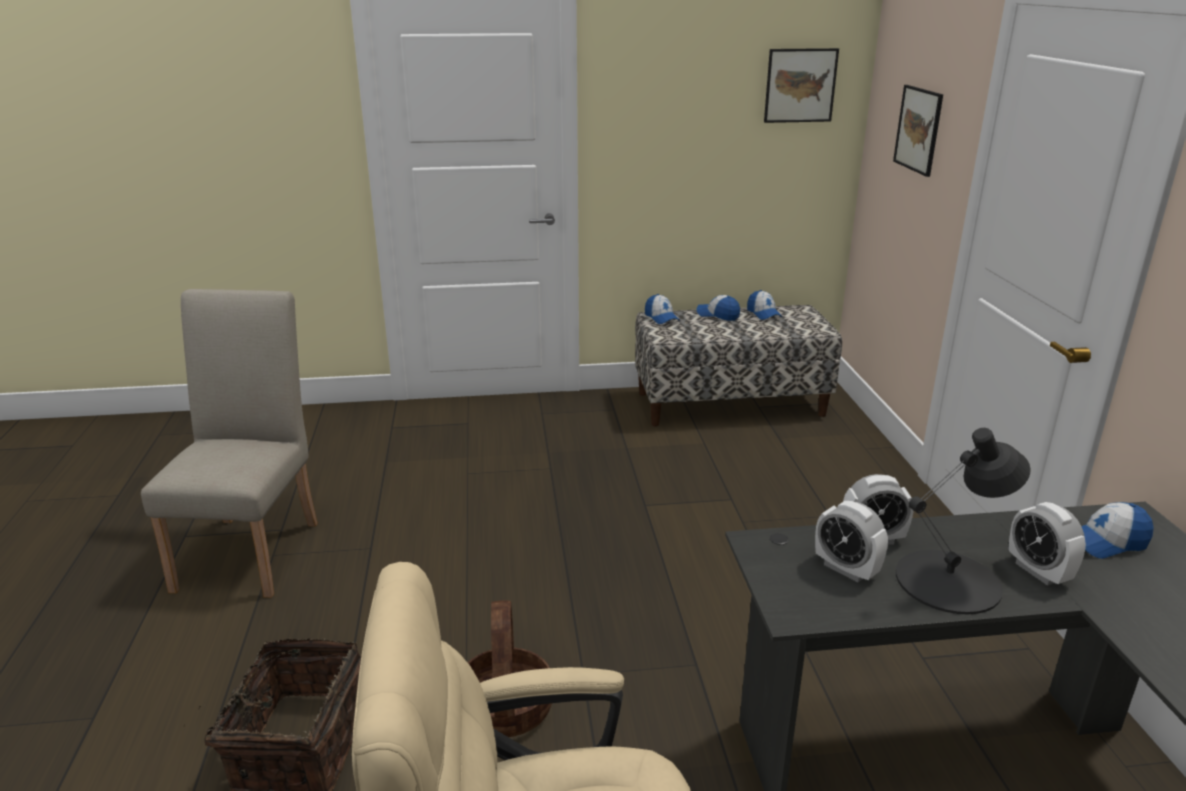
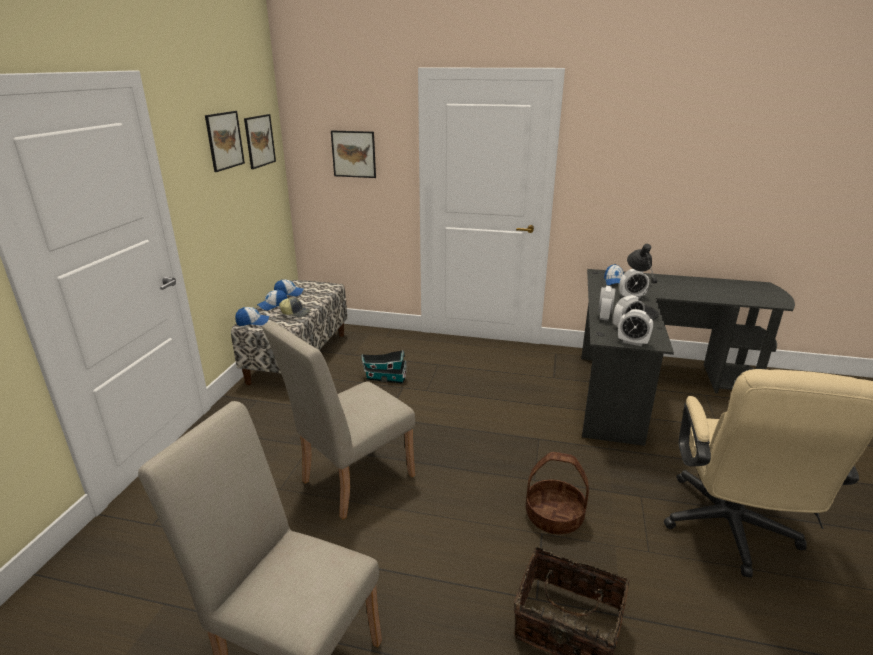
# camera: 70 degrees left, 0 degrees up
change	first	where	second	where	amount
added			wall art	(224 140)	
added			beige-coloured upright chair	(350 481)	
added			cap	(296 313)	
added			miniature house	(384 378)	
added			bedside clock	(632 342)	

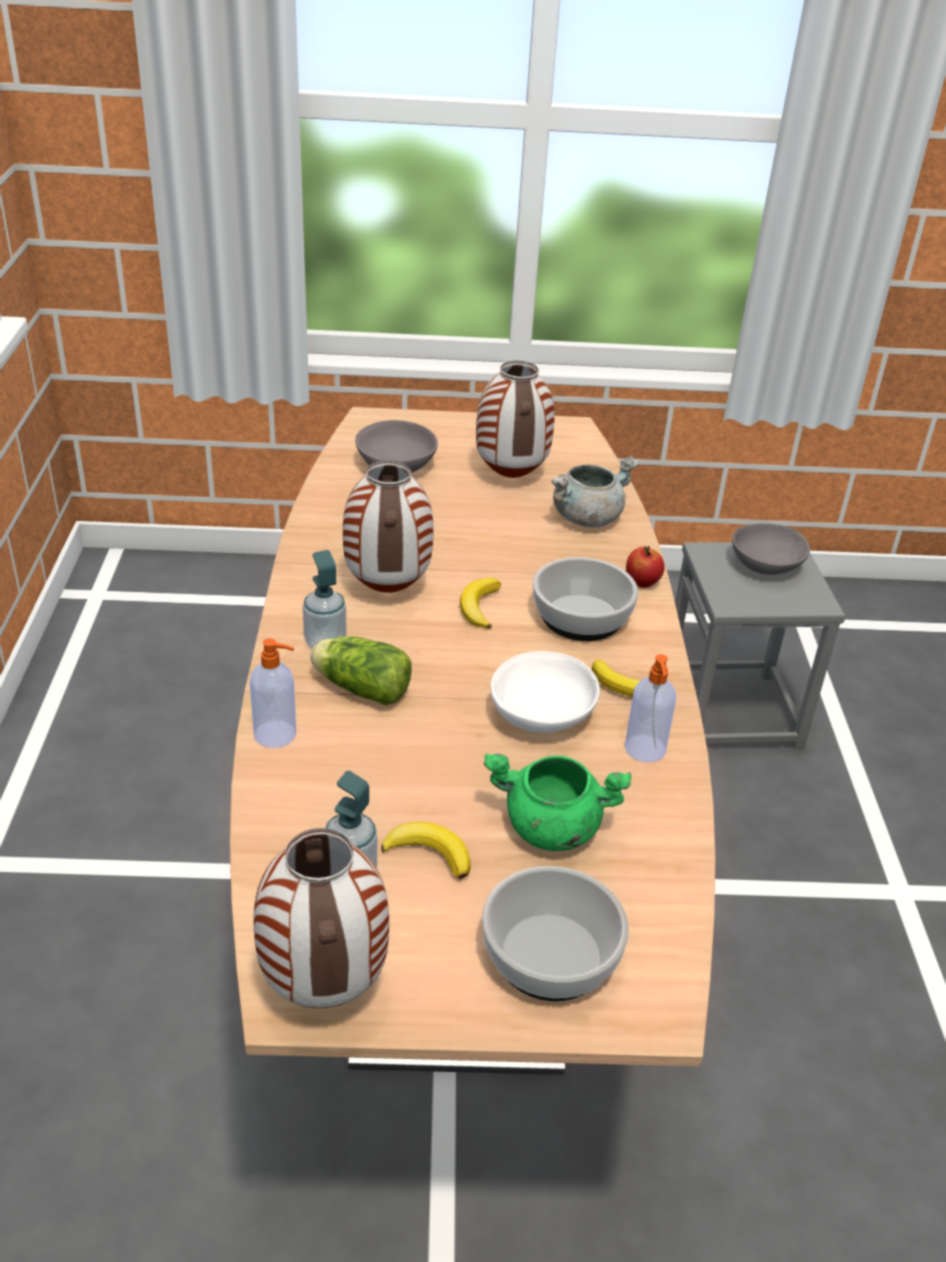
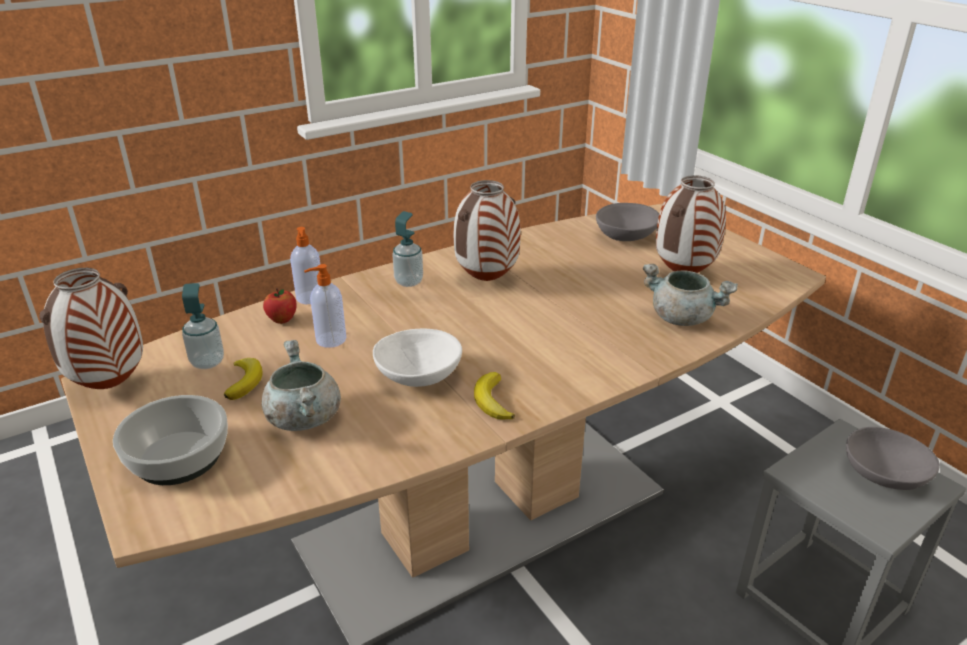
# camera: 60 degrees right, 5 degrees down
change	first	where	second	where	amount
recoloured	green-coloured stockpot	(550 828)	grey stockpot	(302 417)	
moved	whole apple	(642 583)		(282 320)	
moved	soap dispenser	(645 750)		(330 340)	
removed	head of lettuce	(359 688)			
removed	banana	(479 607)			
removed	bowl	(580 617)			

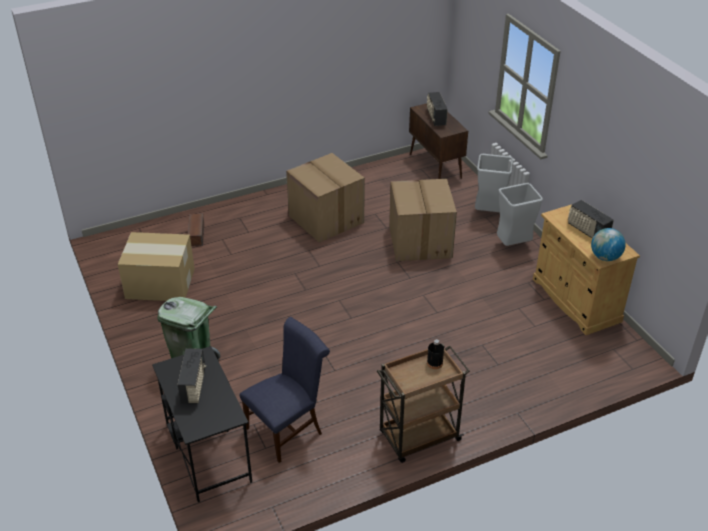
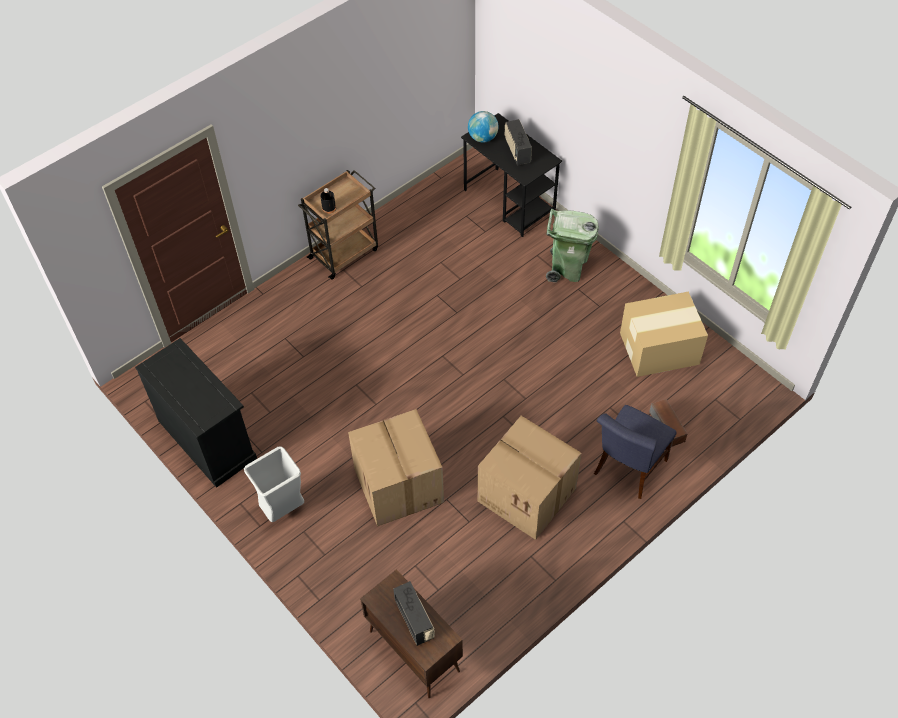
# camera: 165 degrees right, 15 degrees up
change	first	where	second	where	amount
recoloured	beige-coloured storage cabinet	(575 300)	blackish storage cabinet	(207 439)	
moved	desk globe	(605 257)		(483 138)	
moved	blue-coloured upright chair	(288 428)		(628 470)	
removed	grey rubbish bin	(489 213)			
removed	radio	(587 231)			

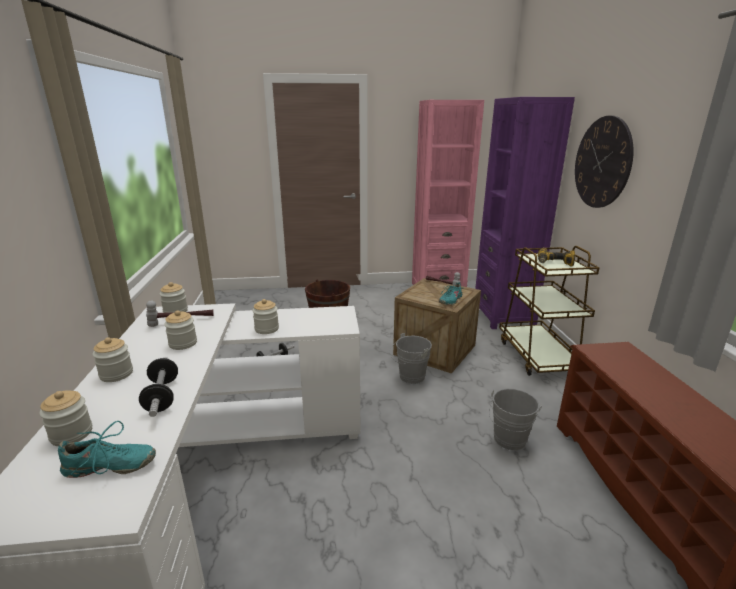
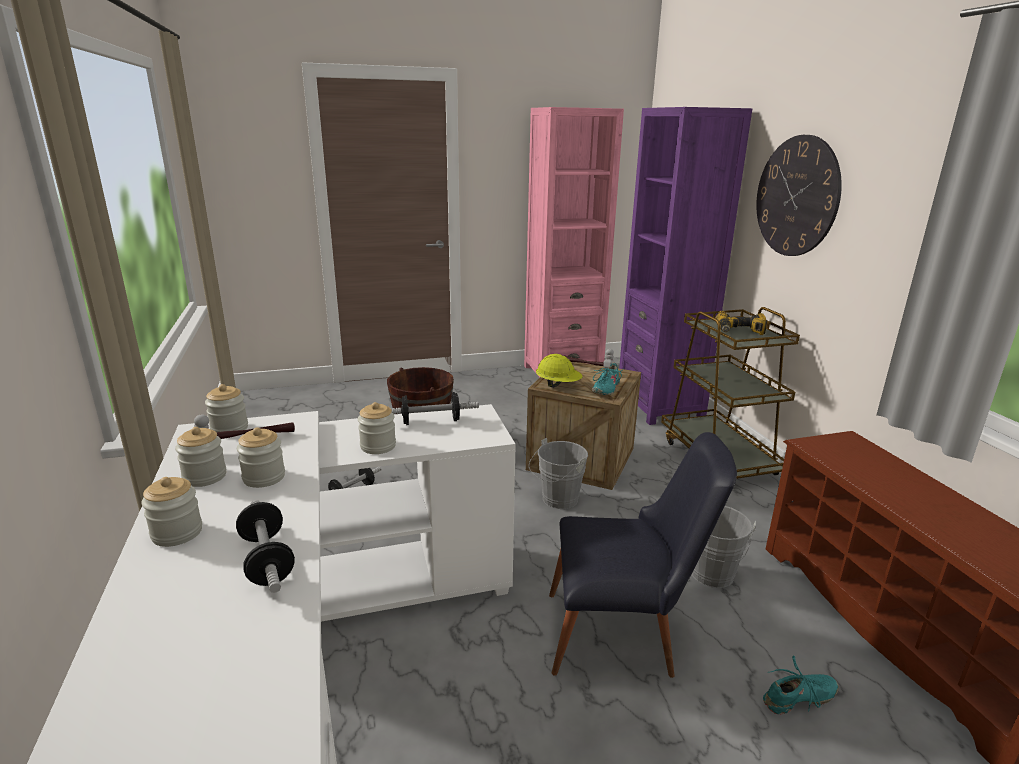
# camera: 10 degrees left, 0 degrees up
change	first	where	second	where	amount
moved	jar	(71 434)		(205 476)	
added			dumbbell	(431 421)	
added			yellow-coloured hard hat	(558 385)	
added			blackish upright chair	(623 636)	
moved	turquoise-coloured shoe	(110 467)		(799 699)	

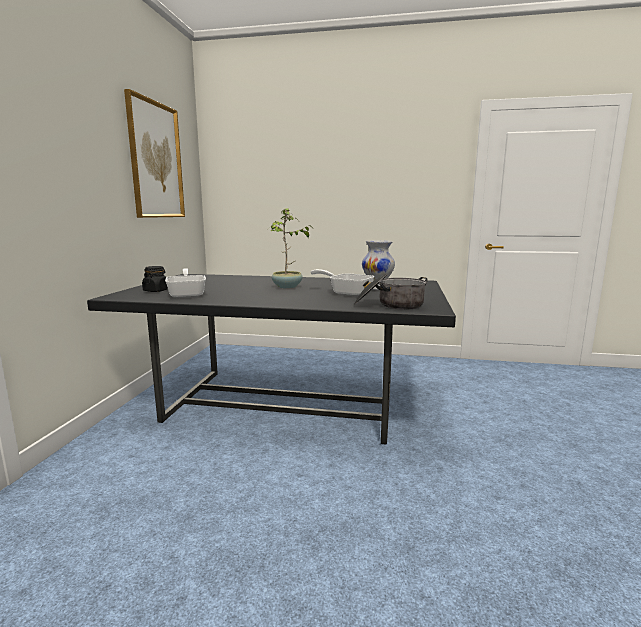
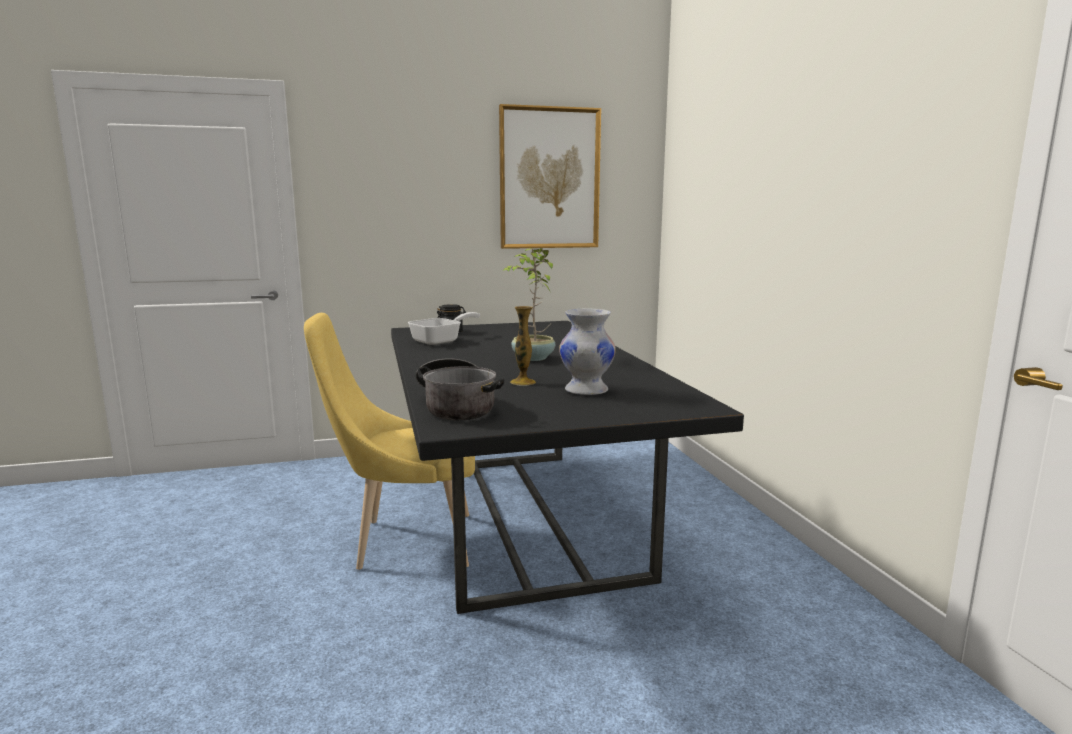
# camera: 65 degrees right, 0 degrees up
change	first	where	second	where	amount
added			yellow-coloured upright chair	(406 542)	
replaced	skillet	(346 293)	flower vase	(523 382)	

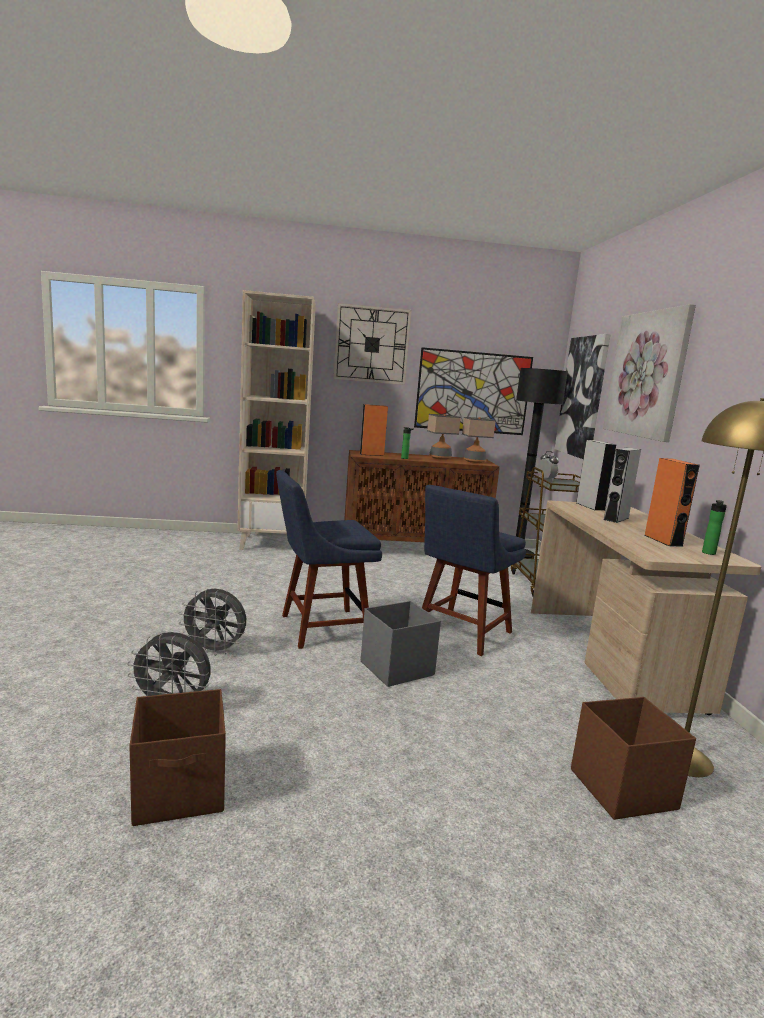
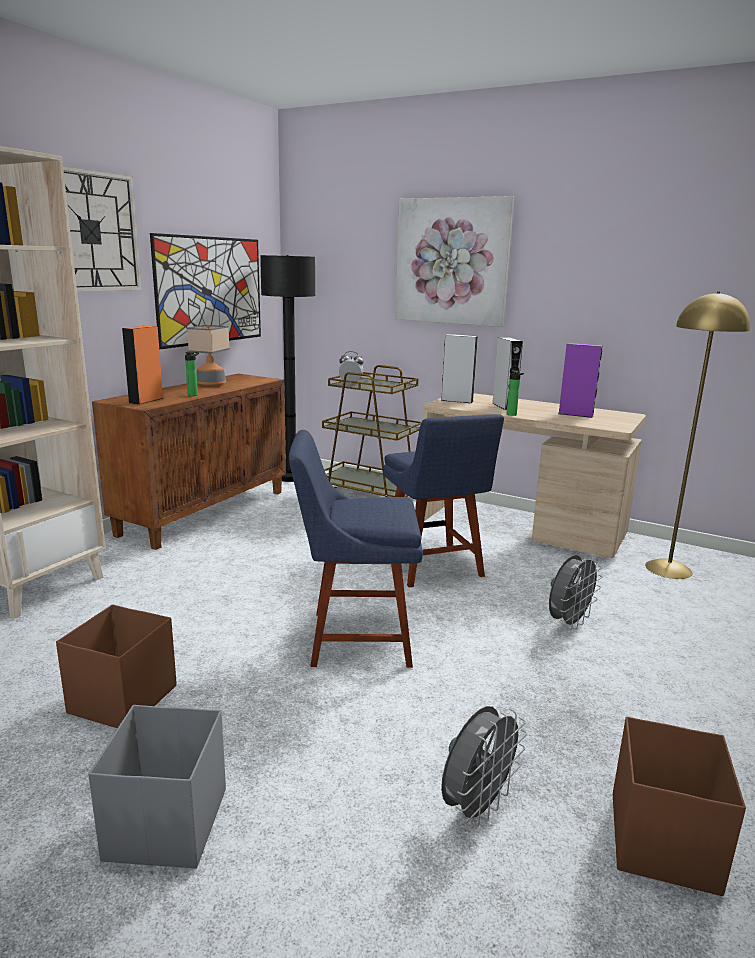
# camera: 55 degrees left, 5 degrees up
change	first	where	second	where	amount
moved	brownish storage box	(621 789)		(121 700)	
moved	grey storage box	(396 668)		(165 826)	
turned	blue-coloured upright chair	(320 628)		(353 638)	75 degrees clockwise
moved	drink bottle	(708 553)		(512 415)	
moved	grey cooling fan	(215 650)		(568 623)	
recoloured	orangey audio speaker	(663 540)	purple-coloured audio speaker	(575 414)	
removed	table lamp	(474 461)			
removed	wall art	(582 396)			

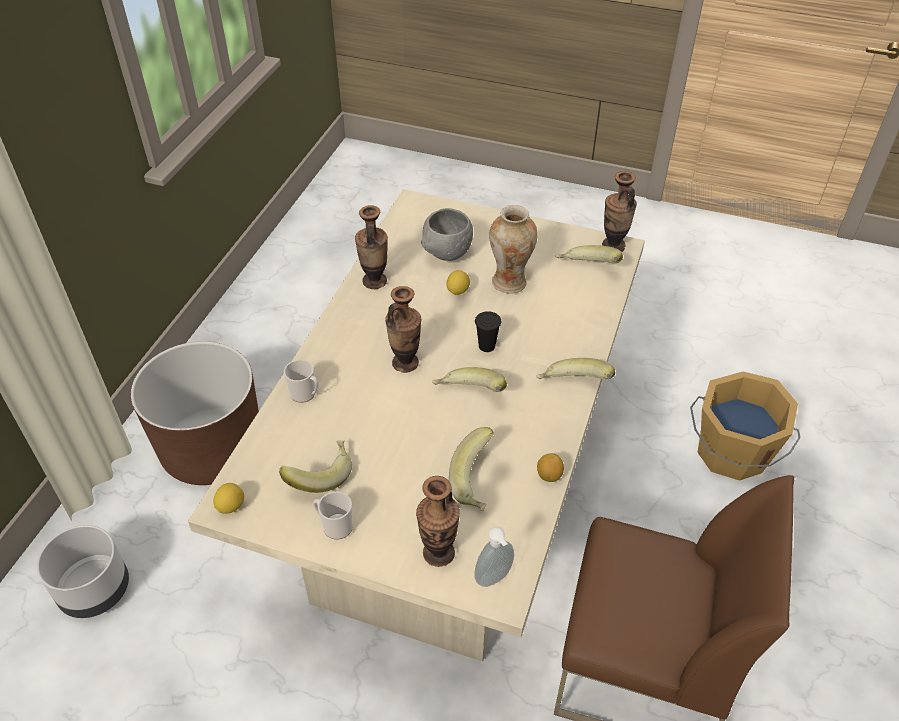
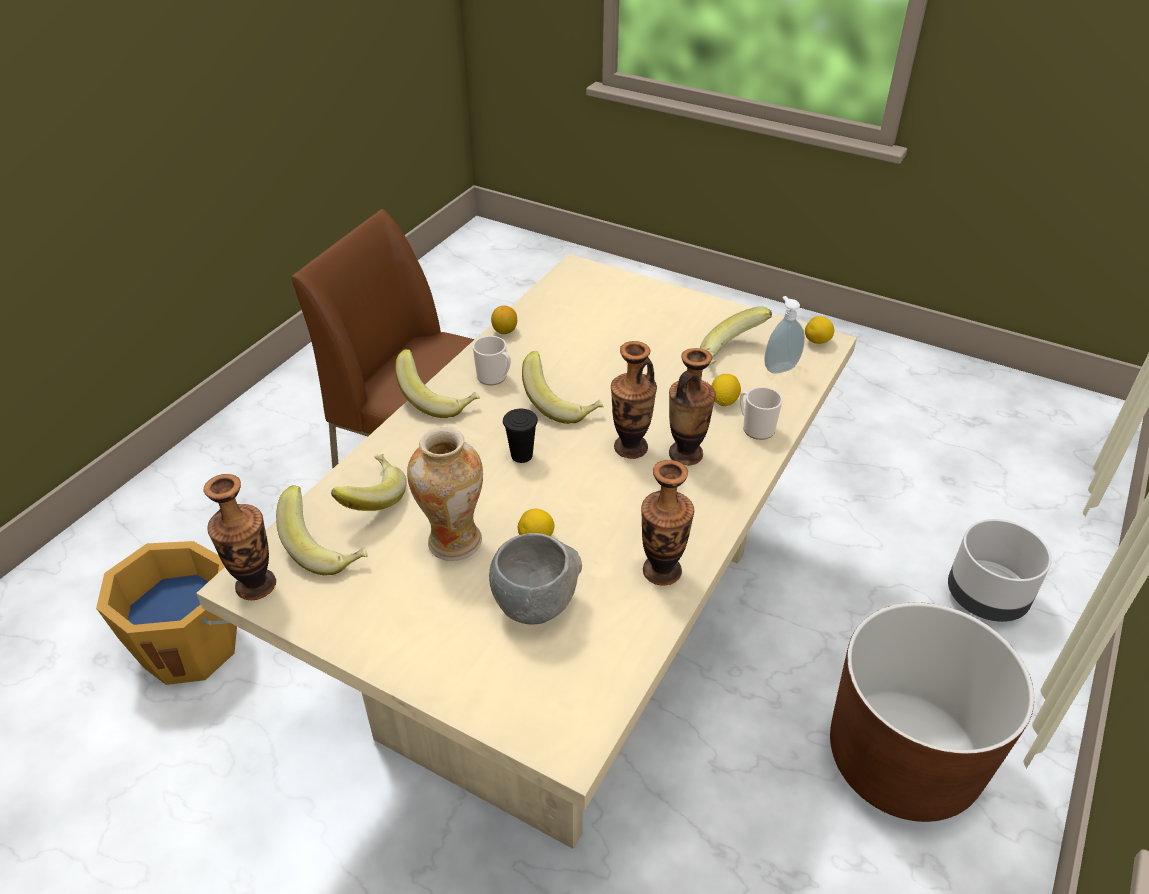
# camera: 170 degrees left, 5 degrees down
change	first	where	second	where	amount
moved	banana	(478 482)		(370 498)	
moved	coffee mug	(334 525)		(494 377)	
moved	flower vase	(438 553)		(686 454)	
added			lemon	(724 401)	
moved	soap dispenser	(494 579)		(779 367)	

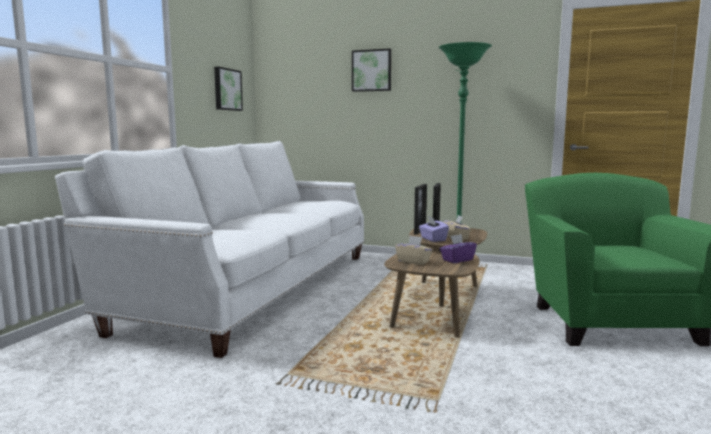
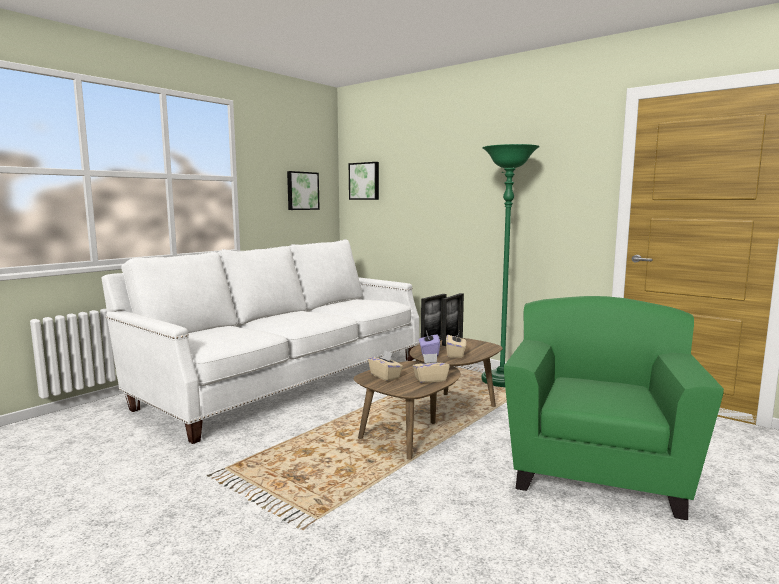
# camera: 20 degrees right, 0 degrees up
change	first	where	second	where	amount
moved	wall art	(372 70)		(365 181)	
recoloured	purple-coloured tissue holder	(457 260)	beige-coloured tissue holder	(430 379)	

